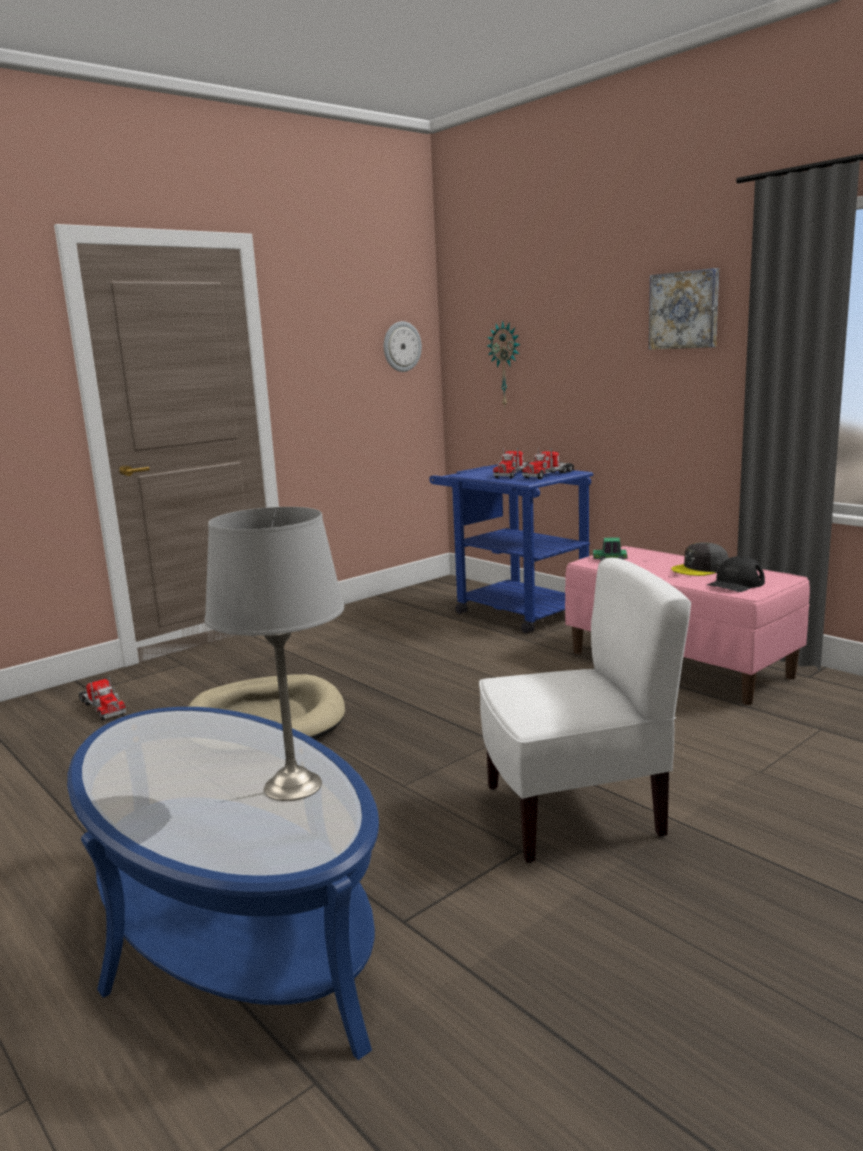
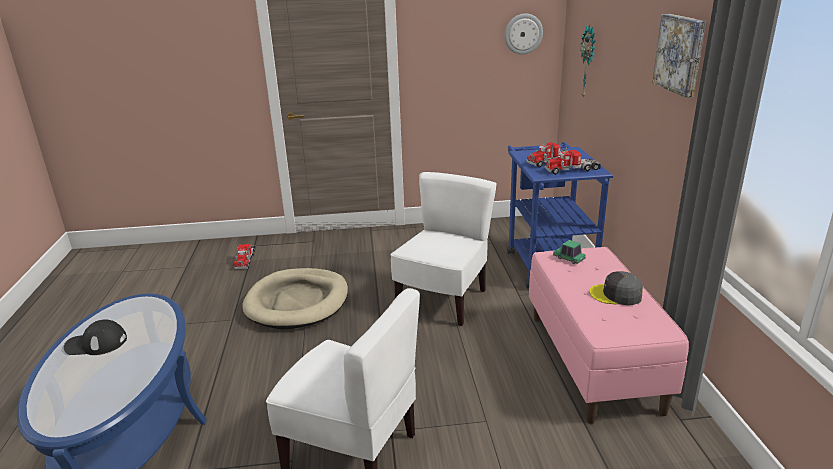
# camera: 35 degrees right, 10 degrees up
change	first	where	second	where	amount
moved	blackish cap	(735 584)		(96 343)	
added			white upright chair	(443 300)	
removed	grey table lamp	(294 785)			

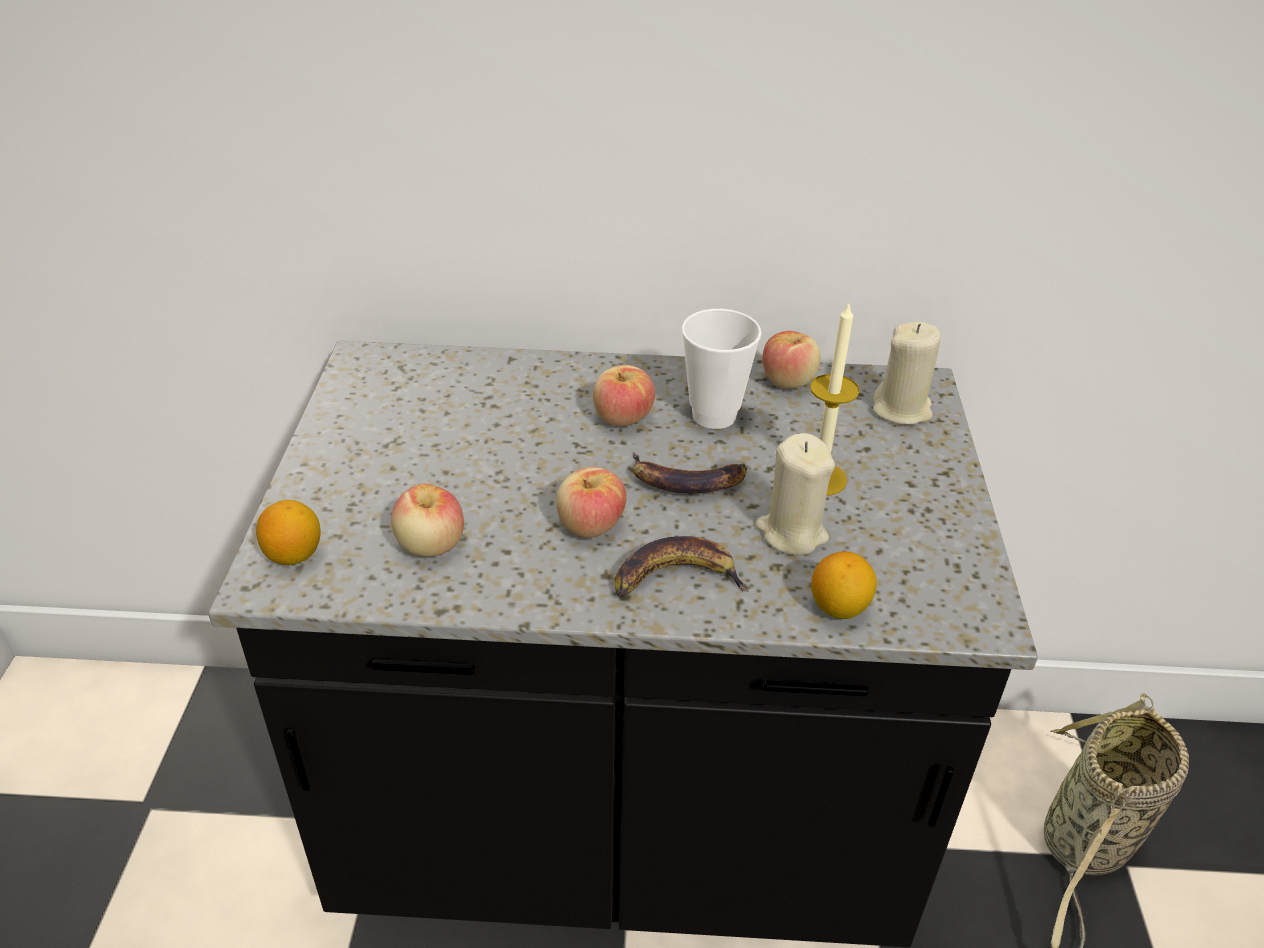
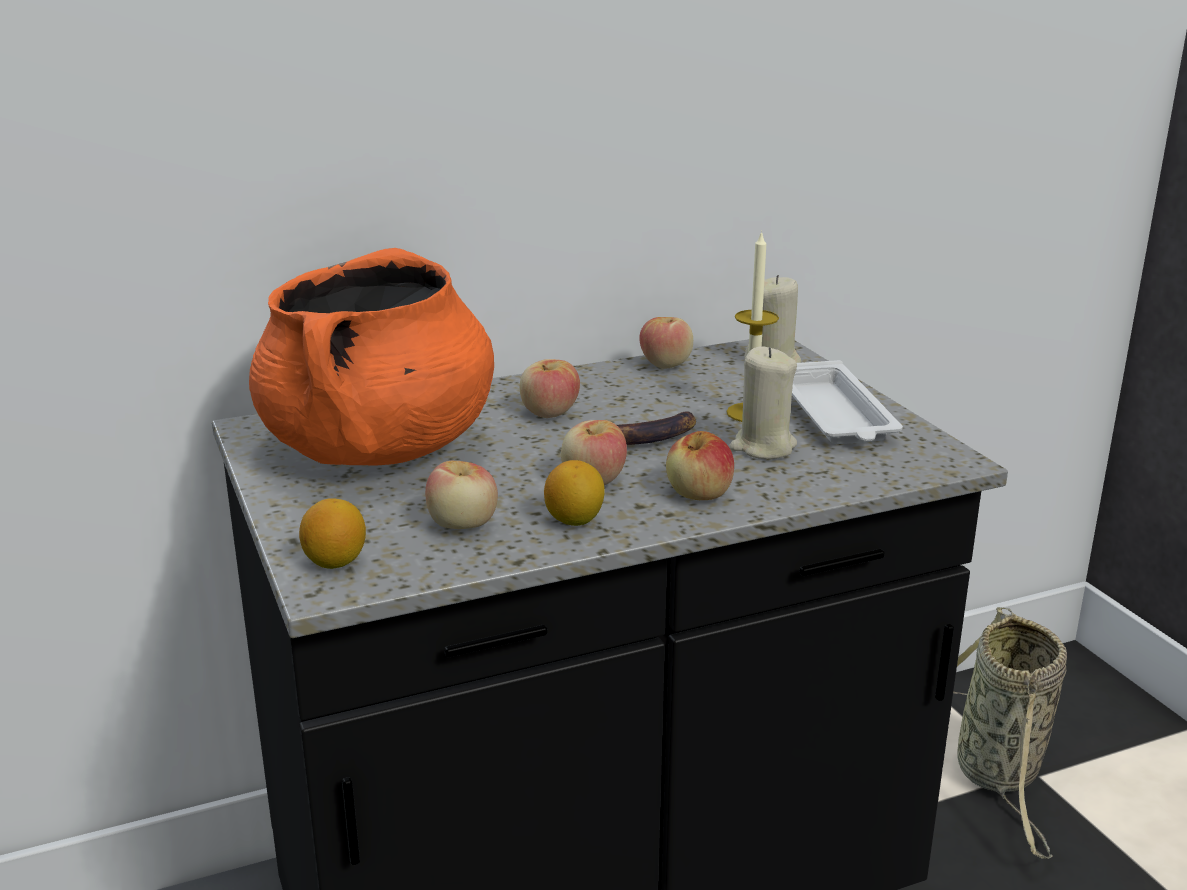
# camera: 25 degrees left, 15 degrees down
change	first	where	second	where	amount
added			orangey stockpot	(379 448)	
moved	lemon	(839 608)		(575 520)	
replaced	banana	(675 578)	whole apple	(699 494)	
added			white carrying tray	(834 414)	
removed	drinking cup	(714 415)			

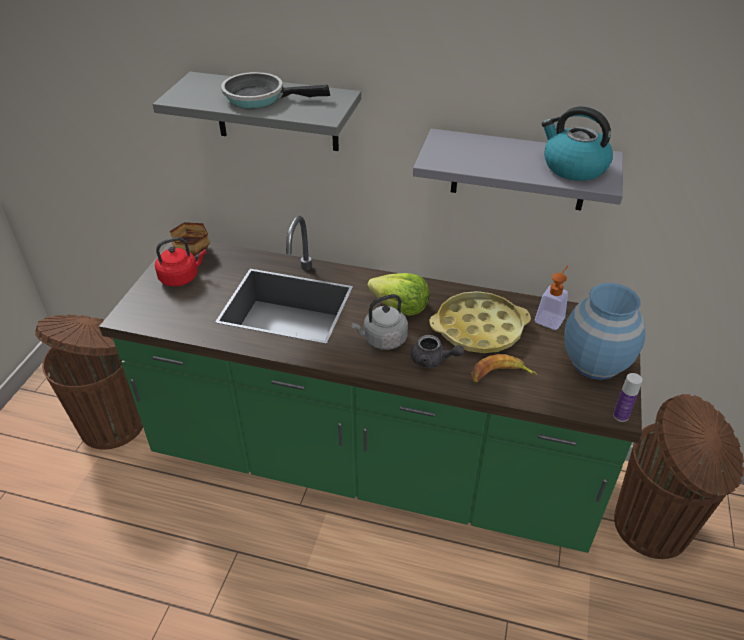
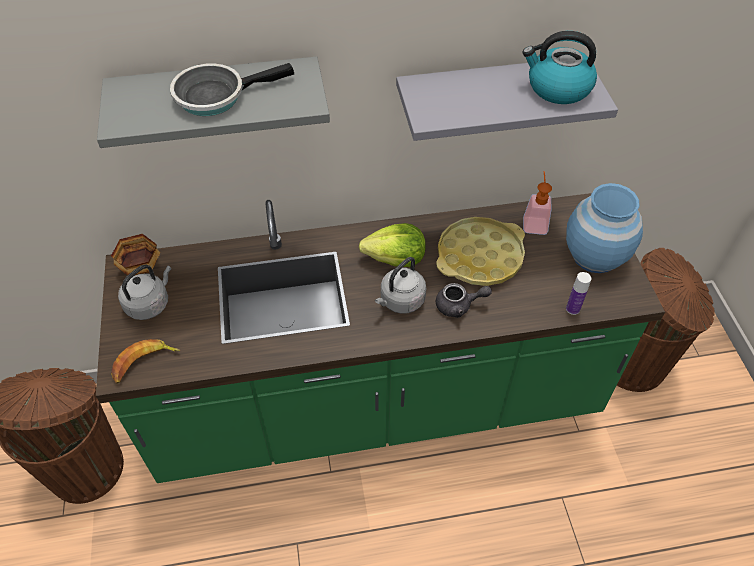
# camera: 25 degrees left, 10 degrees up
change	first	where	second	where	amount
moved	banana	(500 375)		(144 363)	
recoloured	red tea kettle	(181 277)	grey tea kettle	(149 304)	
moved	drink bottle	(620 416)		(572 309)	

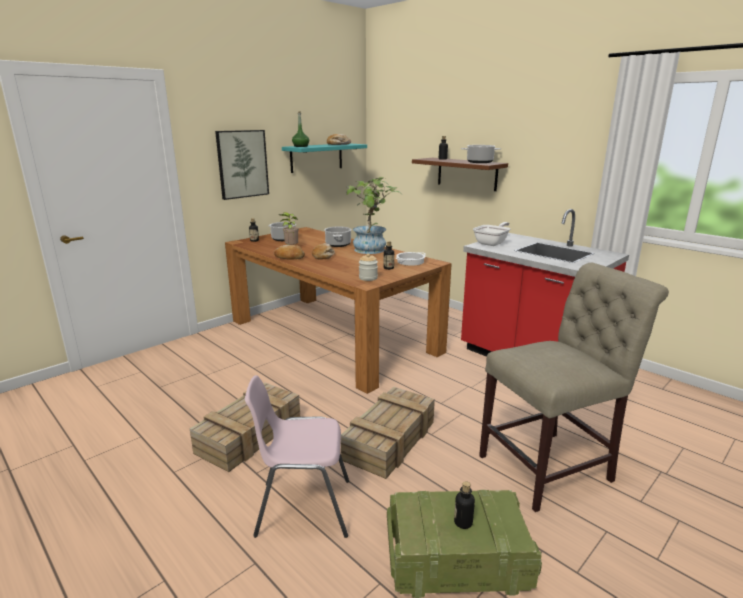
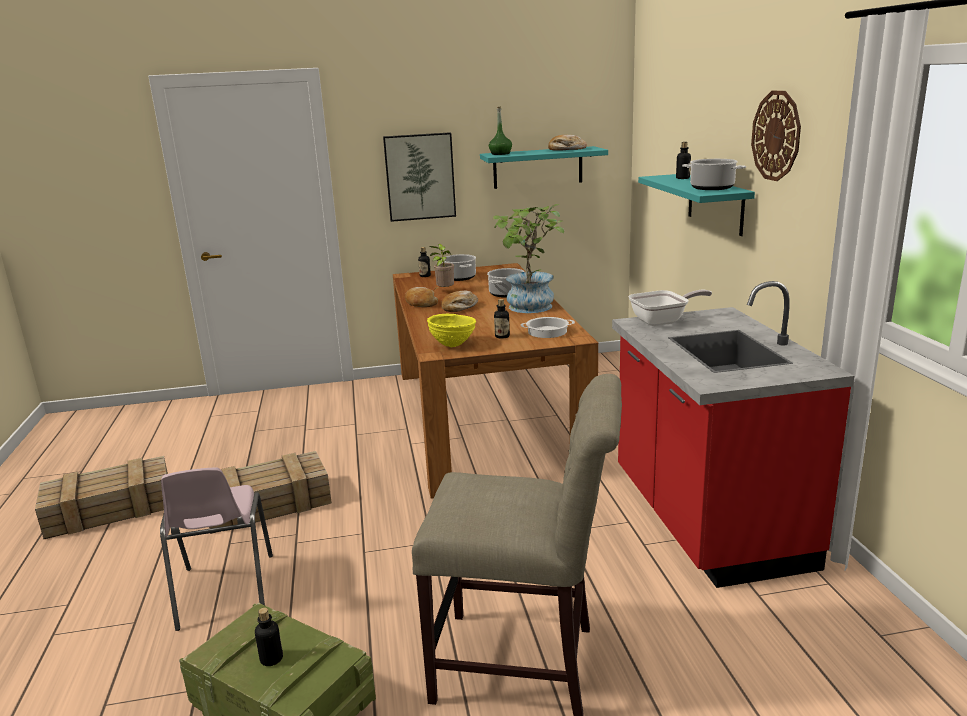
# camera: 35 degrees right, 0 degrees up
change	first	where	second	where	amount
moved	shipping crate	(390 439)		(112 508)	
turned	pinkish upright chair	(303 507)		(224 592)	135 degrees counterclockwise
replaced	jar	(368 278)	yellow-coloured bowl	(453 345)	
recoloured	brownish wall shelf	(467 174)	turquoise-coloured wall shelf	(715 203)	
added			clock on the wall	(776 136)	

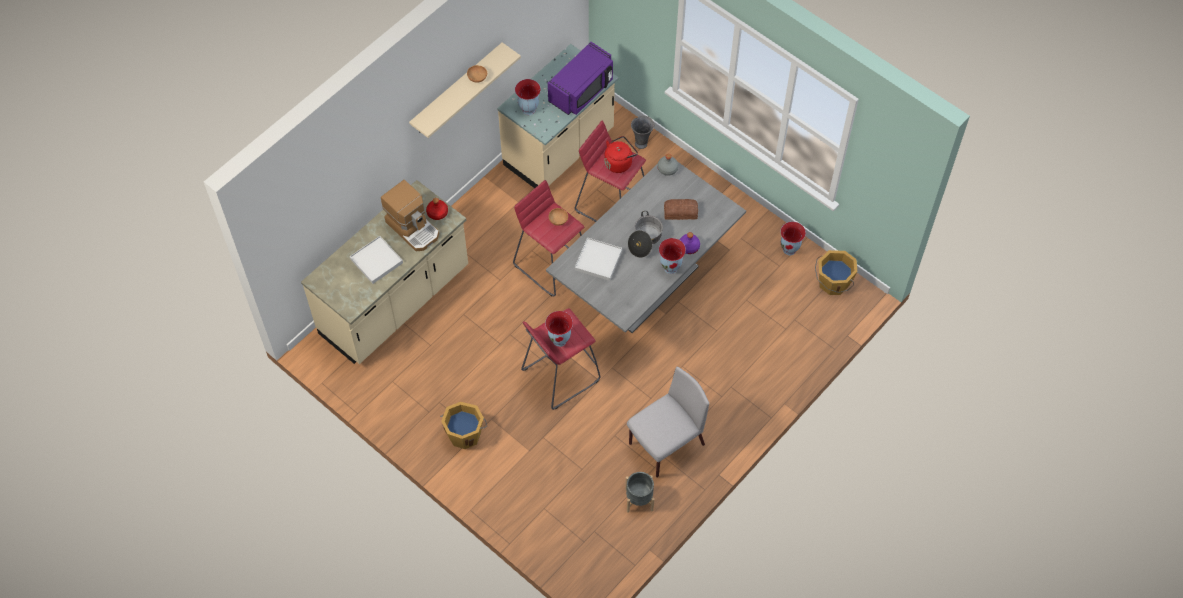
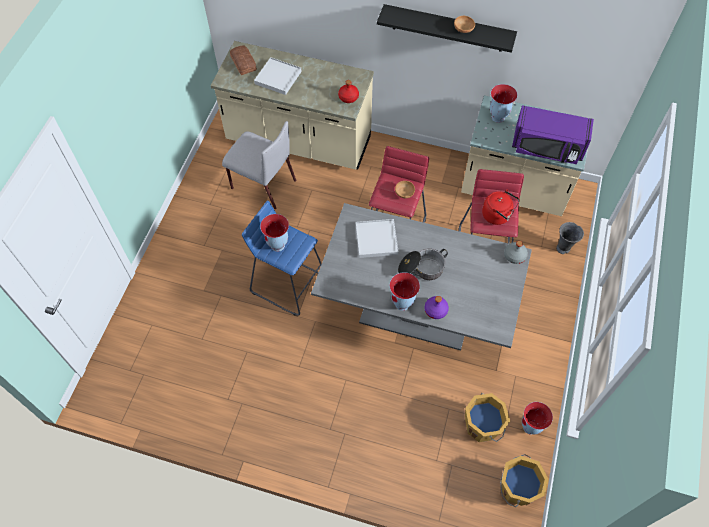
# camera: 65 degrees right, 0 degrees up
change	first	where	second	where	amount
moved	grey upright chair	(665 445)		(262 184)	
moved	bakery bread	(680 211)		(244 62)	
recoloured	red sitting stool	(560 375)	blue-coloured sitting stool	(288 283)	
recoloured	beige-coloured wall shelf	(457 90)	blackish wall shelf	(448 28)	
moved	orangey water bucket	(465 433)		(482 425)	
removed	coffee brewer	(413 228)			
removed	grey plant pot	(639 499)			

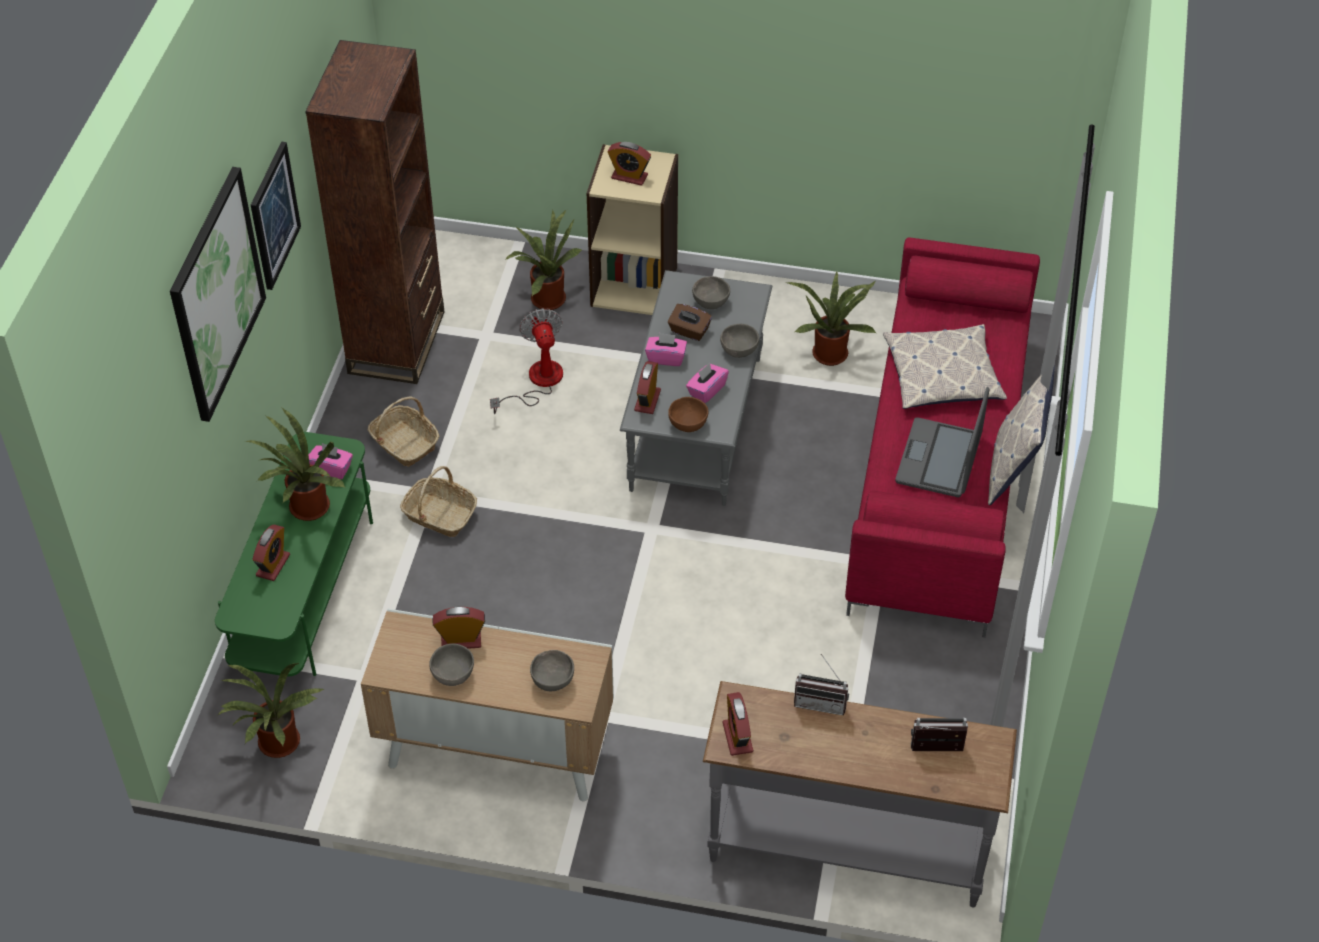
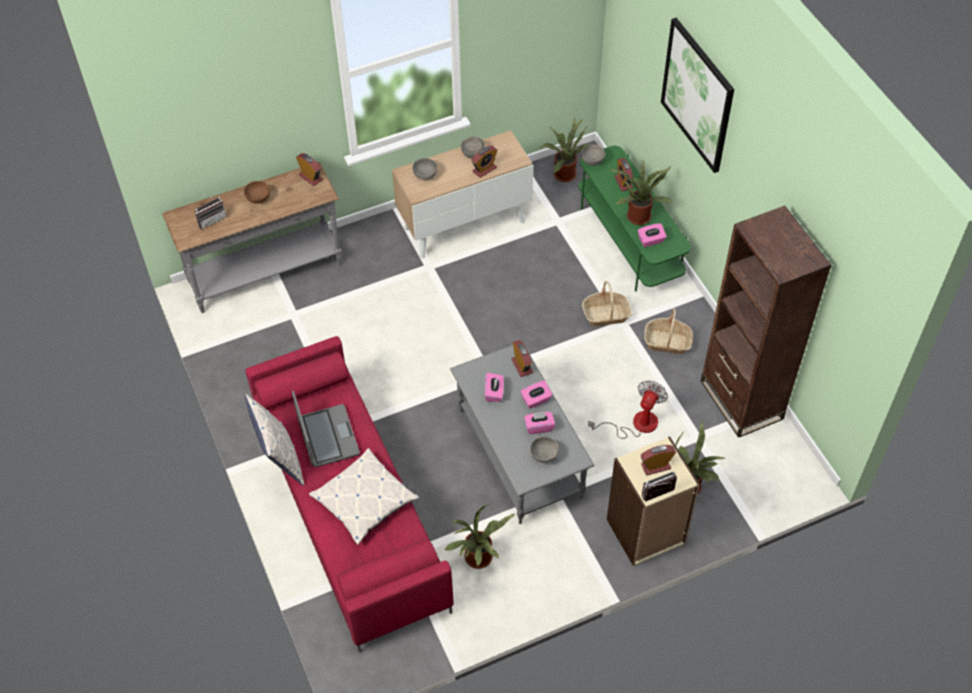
# camera: 145 degrees right, 5 degrees up
change	first	where	second	where	amount
moved	brownish bowl	(687 424)		(258 199)	
recoloured	brownish tissue holder	(689 331)	pinkish tissue holder	(539 427)	
moved	grey bowl	(738 350)		(593 161)	
turned	cooling fan	(537 382)		(636 424)	105 degrees counterclockwise
moved	radio	(821 702)		(659 496)	
removed	wall art	(274 215)			

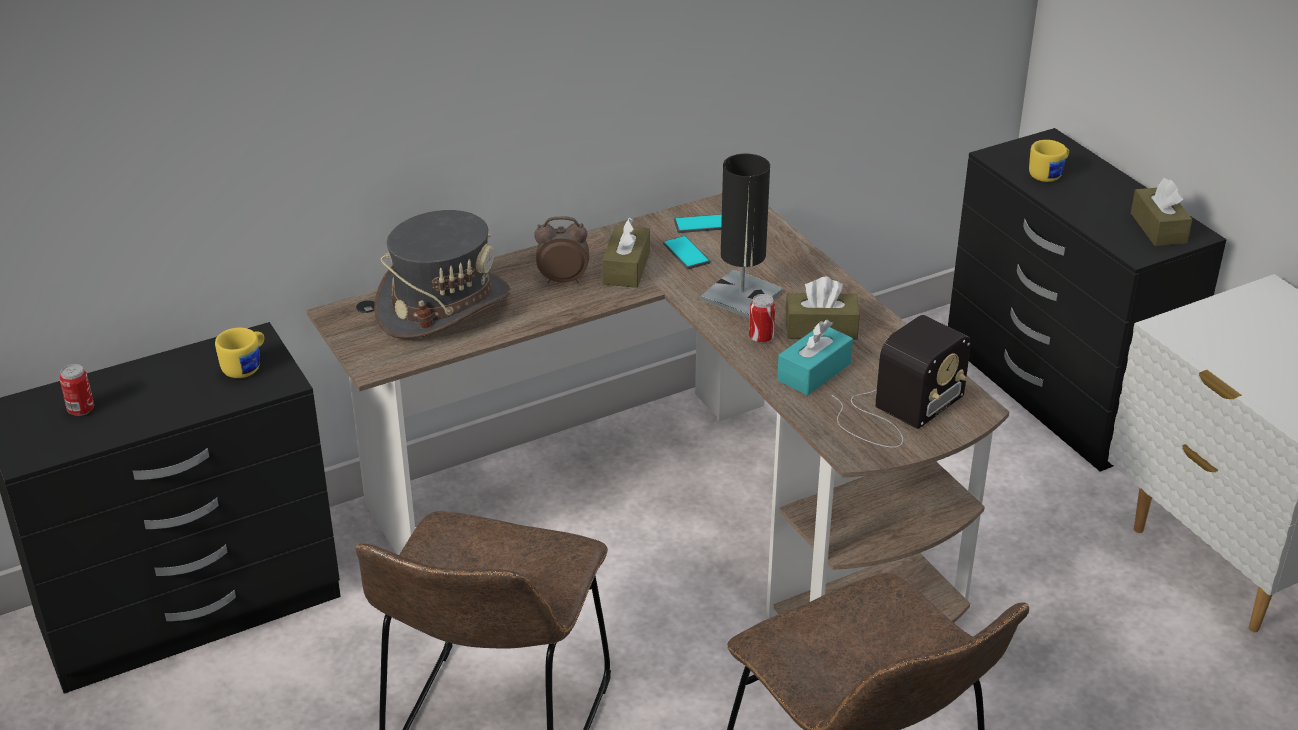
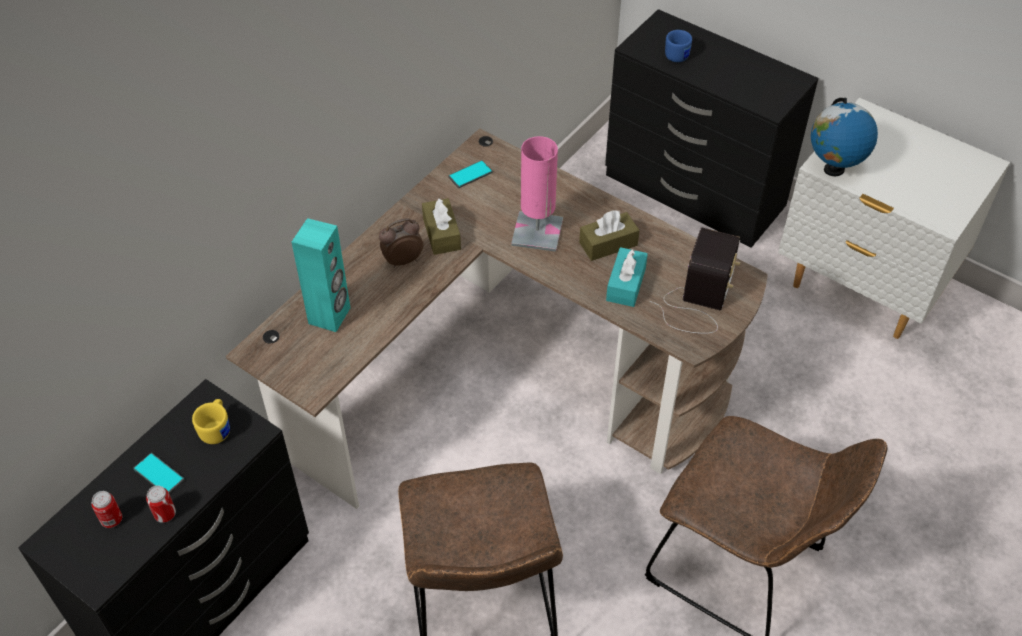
# camera: 25 degrees left, 15 degrees up
change	first	where	second	where	amount
moved	telephone	(686 253)		(159 474)	
moved	metal can	(761 338)		(165 514)	
replaced	grey hat	(443 305)	turquoise-coloured audio speaker	(330 316)	
recoloured	blackish table lamp	(741 295)	pinkish table lamp	(537 232)	
recoloured	yellow-coloured coffee mug	(1049 175)	blue-coloured coffee mug	(678 54)	
added			desk globe	(833 170)	
removed	brownish tissue holder	(1158 228)			

